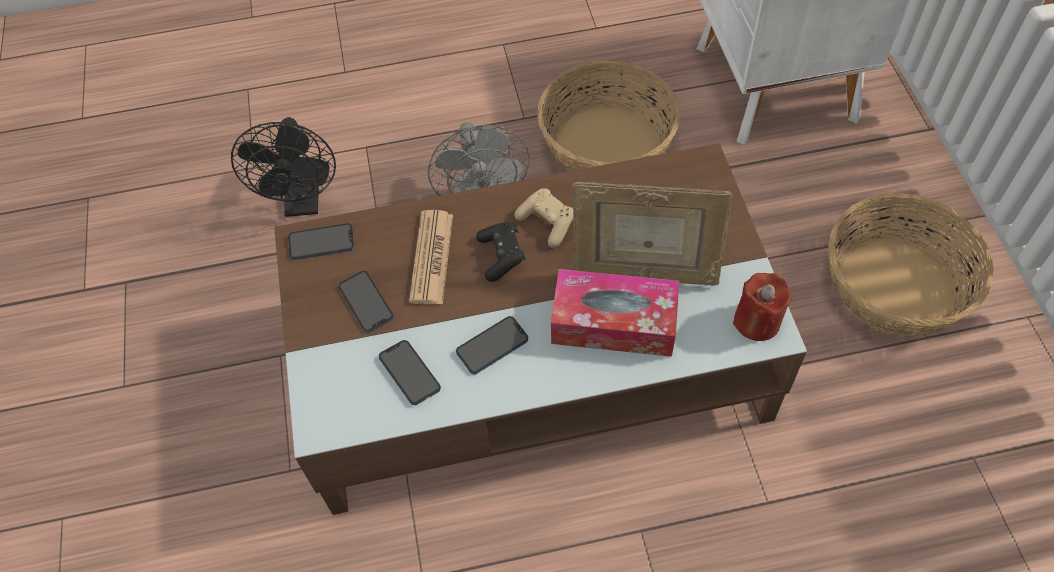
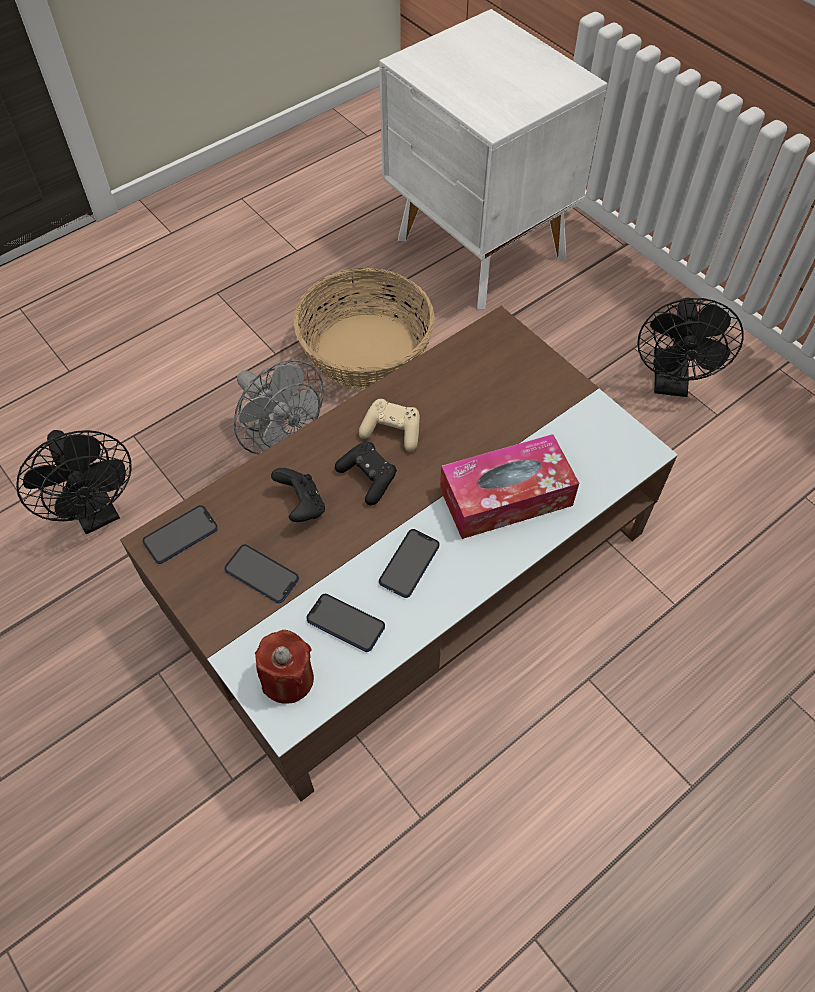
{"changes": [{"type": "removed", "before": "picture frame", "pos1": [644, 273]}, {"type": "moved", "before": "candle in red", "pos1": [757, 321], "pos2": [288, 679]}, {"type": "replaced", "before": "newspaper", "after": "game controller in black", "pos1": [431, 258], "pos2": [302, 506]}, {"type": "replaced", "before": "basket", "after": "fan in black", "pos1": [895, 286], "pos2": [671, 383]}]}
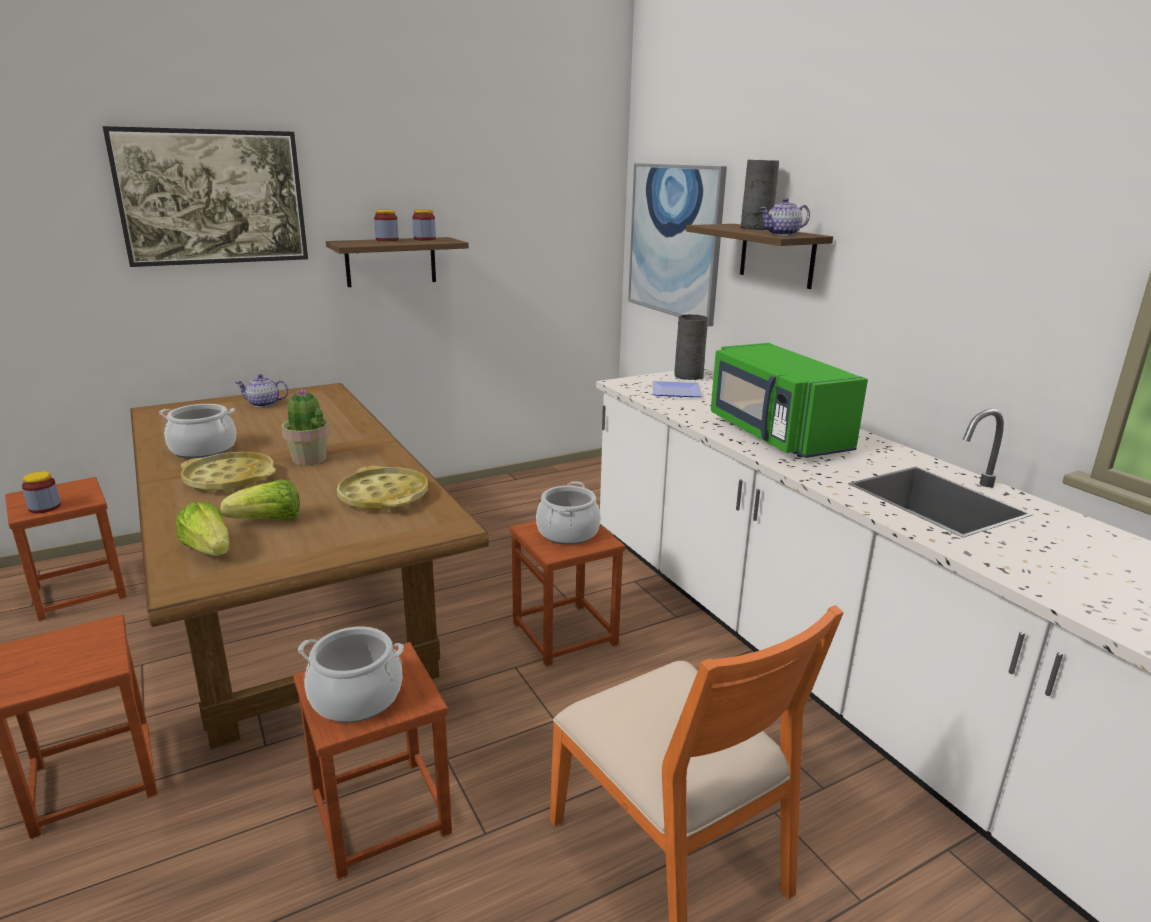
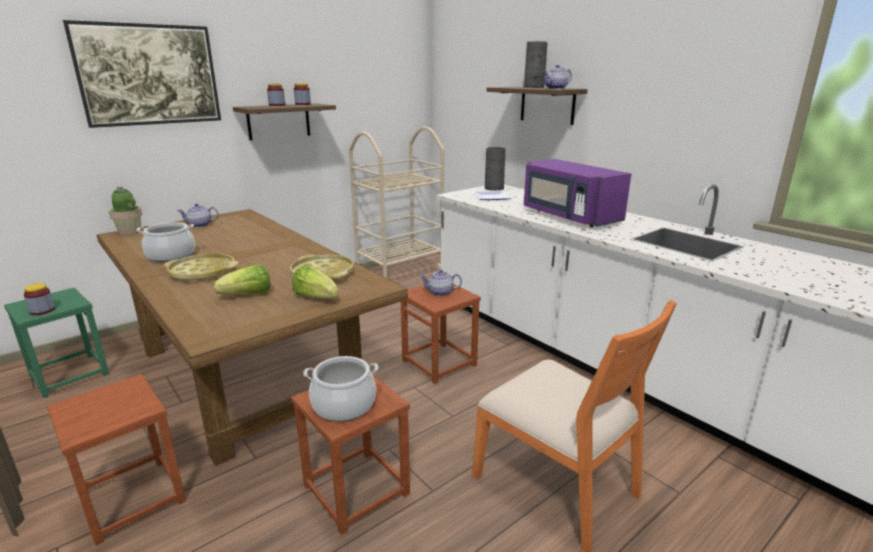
{"changes": [{"type": "removed", "before": "picture", "pos1": [674, 241]}, {"type": "added", "after": "cart in beige", "pos2": [400, 272]}, {"type": "moved", "before": "lettuce", "pos1": [209, 550], "pos2": [316, 297]}, {"type": "moved", "before": "potted plant", "pos1": [309, 459], "pos2": [130, 231]}, {"type": "replaced", "before": "cooking pot", "after": "teapot", "pos1": [568, 533], "pos2": [440, 292]}, {"type": "recoloured", "before": "stool in brown", "after": "stool in green", "pos1": [78, 592], "pos2": [68, 375]}, {"type": "recoloured", "before": "microwave in green", "after": "microwave in purple", "pos1": [775, 435], "pos2": [569, 216]}]}
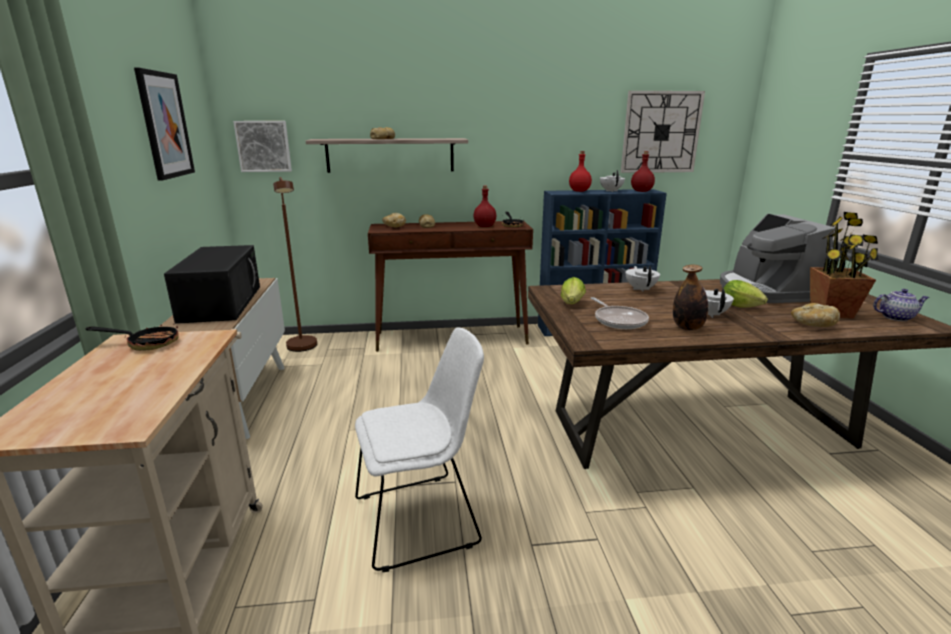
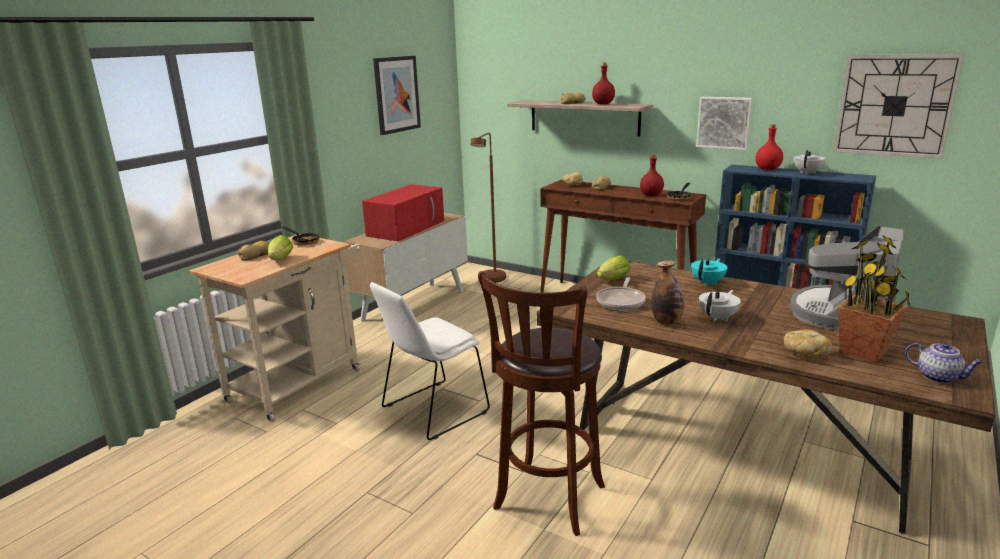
{"changes": [{"type": "added", "after": "bread", "pos2": [256, 255]}, {"type": "added", "after": "stool in brown", "pos2": [547, 501]}, {"type": "moved", "before": "picture", "pos1": [264, 146], "pos2": [724, 122]}, {"type": "moved", "before": "bottle in red", "pos1": [641, 191], "pos2": [603, 104]}, {"type": "moved", "before": "lettuce", "pos1": [742, 307], "pos2": [280, 260]}, {"type": "recoloured", "before": "microwave in black", "after": "microwave in red", "pos1": [221, 302], "pos2": [406, 228]}, {"type": "recoloured", "before": "teapot in white", "after": "teapot in turquoise", "pos1": [640, 289], "pos2": [708, 282]}, {"type": "turned", "before": "chair in white", "pos1": [421, 519], "pos2": [432, 411], "turn": 120}]}
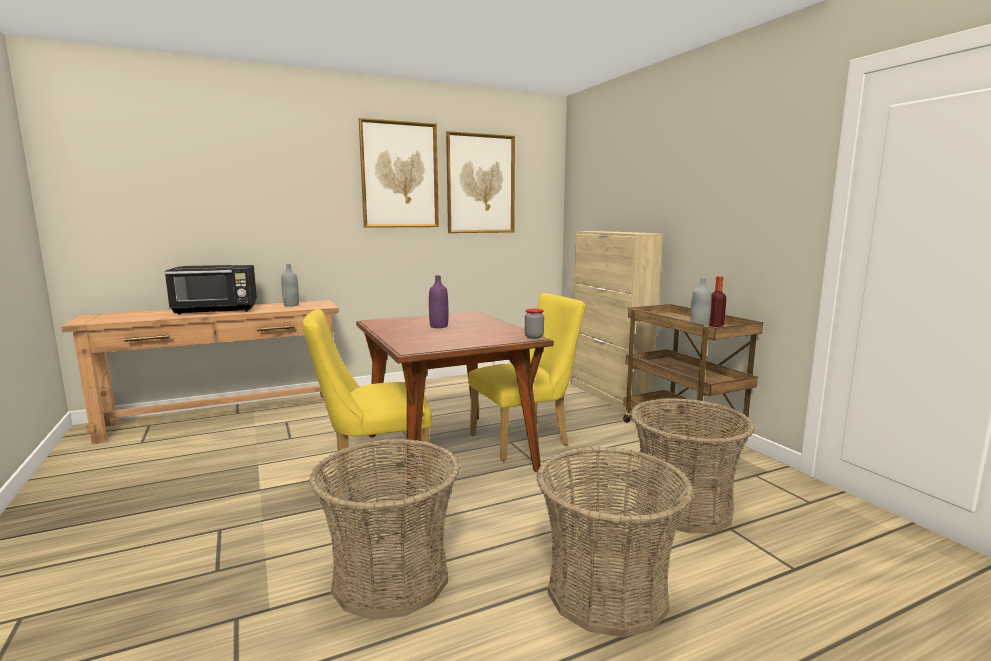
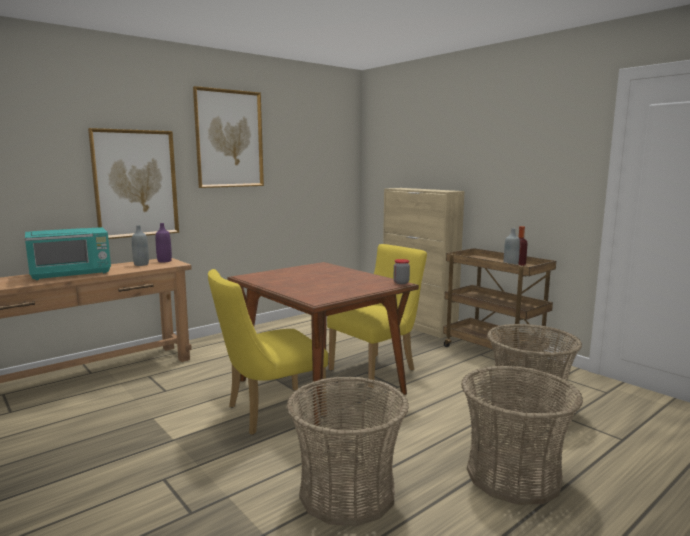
{"changes": [{"type": "moved", "before": "bottle in purple", "pos1": [439, 326], "pos2": [164, 261]}, {"type": "moved", "before": "picture", "pos1": [480, 184], "pos2": [135, 183]}, {"type": "recoloured", "before": "microwave in black", "after": "microwave in turquoise", "pos1": [217, 310], "pos2": [72, 274]}]}
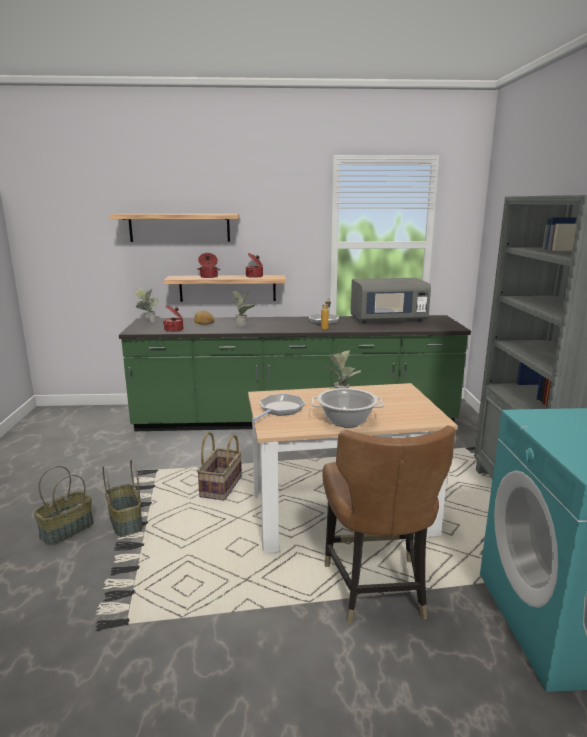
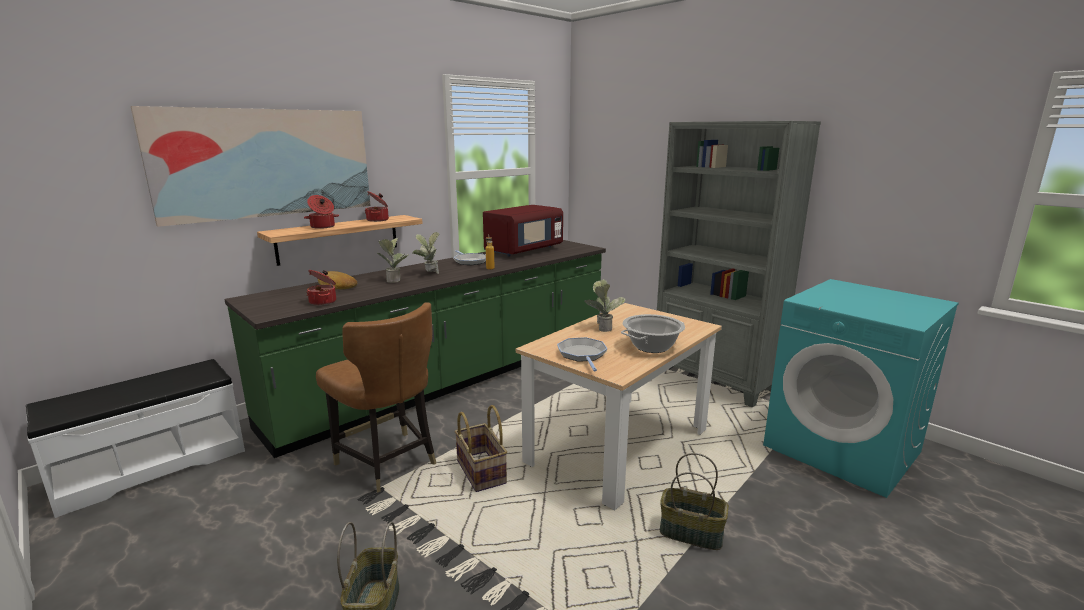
{"changes": [{"type": "added", "after": "bench in white", "pos2": [152, 466]}, {"type": "moved", "before": "basket", "pos1": [126, 522], "pos2": [692, 533]}, {"type": "moved", "before": "potted plant", "pos1": [148, 321], "pos2": [429, 274]}, {"type": "moved", "before": "chair in brown", "pos1": [376, 589], "pos2": [388, 462]}, {"type": "replaced", "before": "shelf", "after": "picture", "pos1": [179, 227], "pos2": [267, 163]}, {"type": "recoloured", "before": "microwave in grey", "after": "microwave in red", "pos1": [388, 320], "pos2": [523, 250]}]}
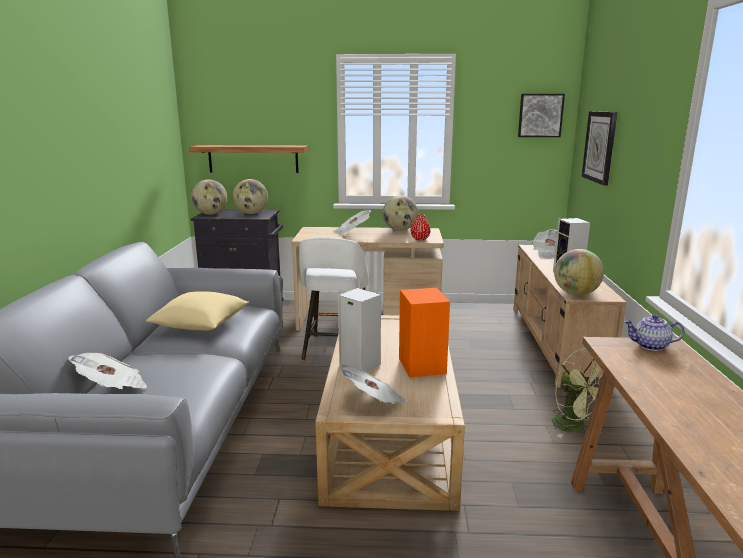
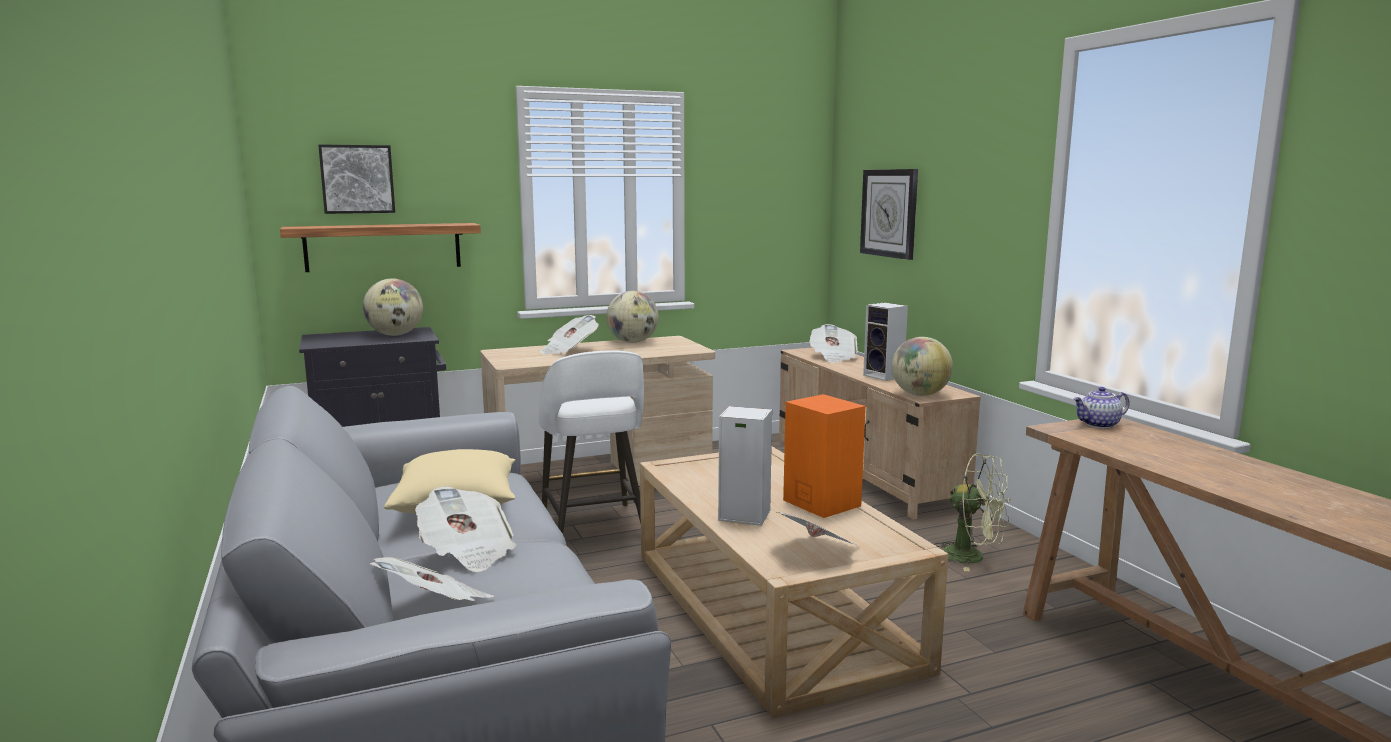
{"changes": [{"type": "removed", "before": "globe", "pos1": [210, 214]}, {"type": "removed", "before": "vase in red", "pos1": [420, 239]}, {"type": "added", "after": "newspaper", "pos2": [467, 552]}, {"type": "moved", "before": "picture", "pos1": [540, 115], "pos2": [357, 179]}]}
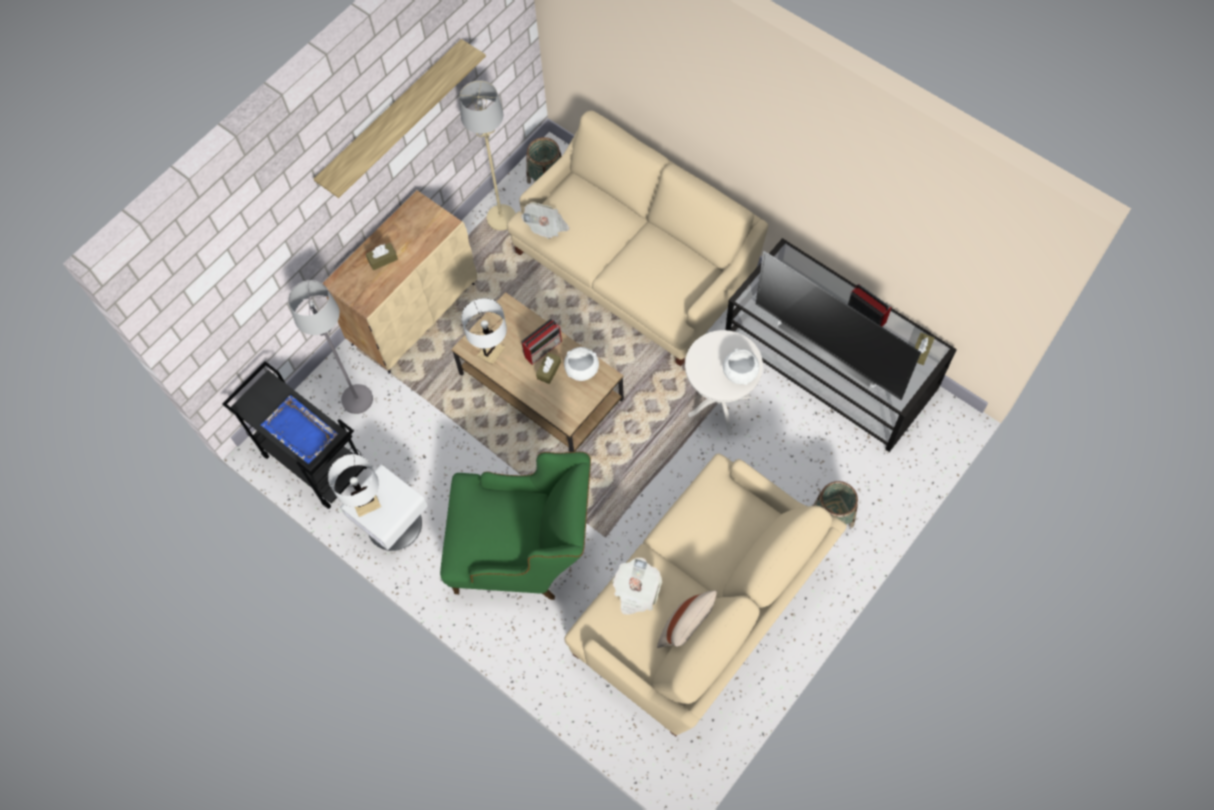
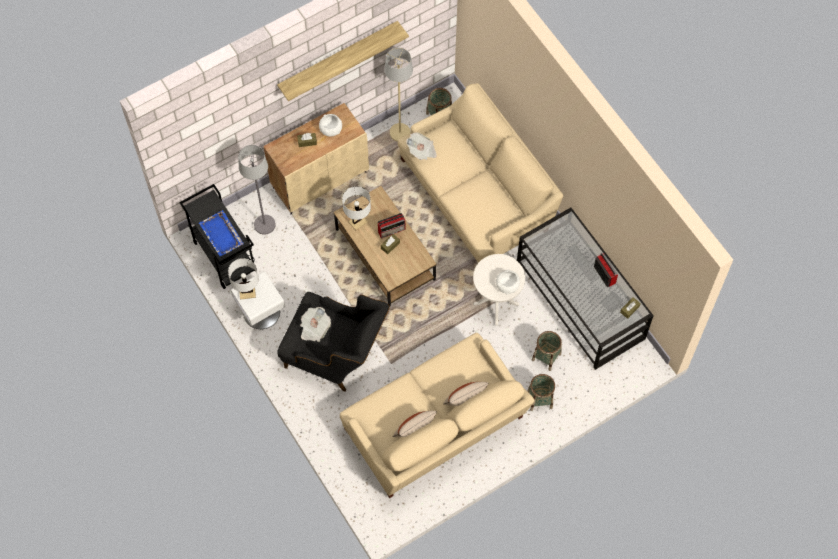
{"changes": [{"type": "removed", "before": "television", "pos1": [831, 347]}, {"type": "added", "after": "pillow in beige", "pos2": [464, 401]}, {"type": "added", "after": "basket", "pos2": [546, 357]}, {"type": "moved", "before": "bowl in white", "pos1": [582, 369], "pos2": [331, 129]}, {"type": "moved", "before": "newspaper", "pos1": [636, 591], "pos2": [314, 328]}, {"type": "recoloured", "before": "armchair in green", "after": "armchair in black", "pos1": [523, 553], "pos2": [336, 356]}]}
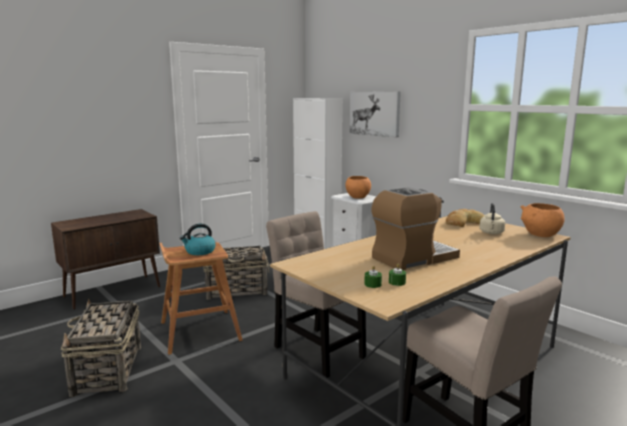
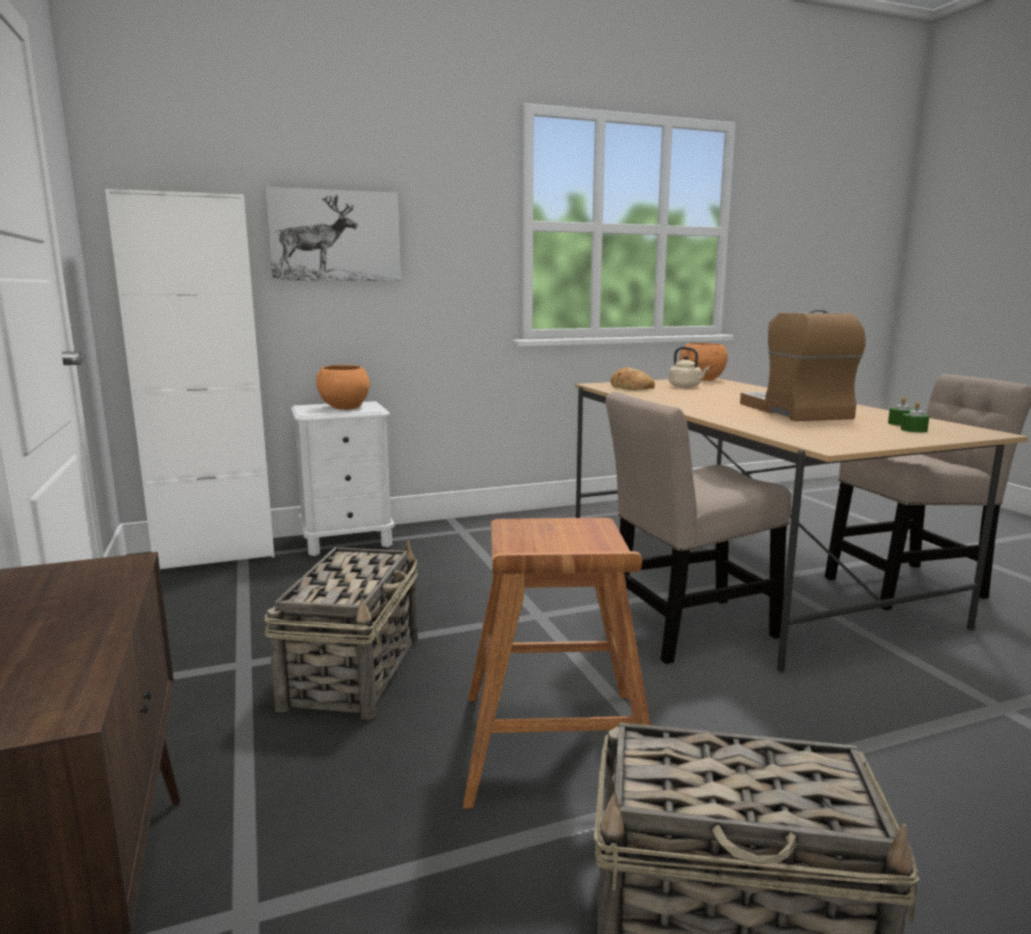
{"changes": [{"type": "removed", "before": "kettle", "pos1": [199, 251]}]}
